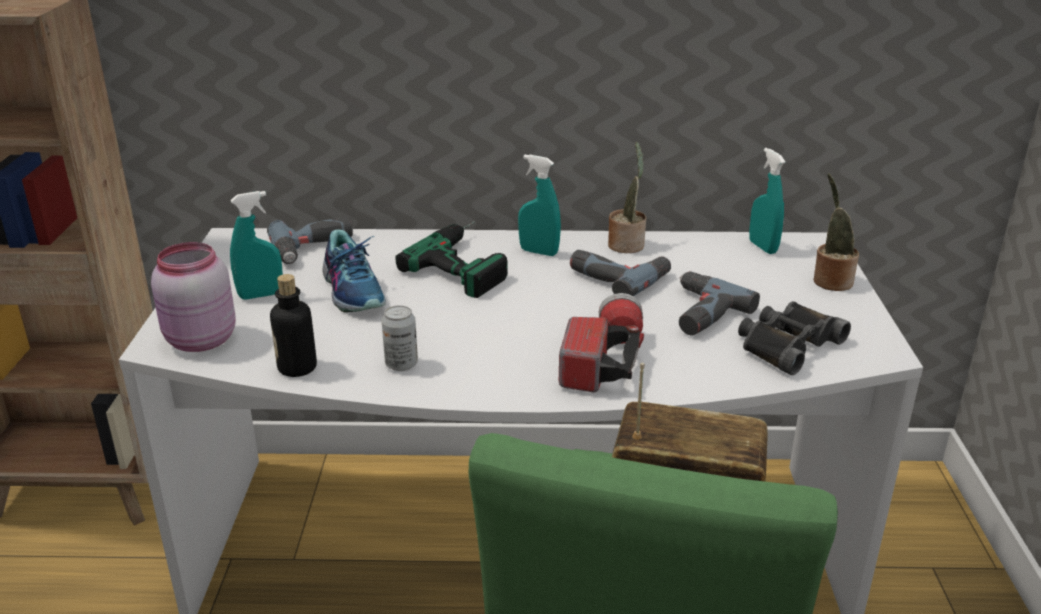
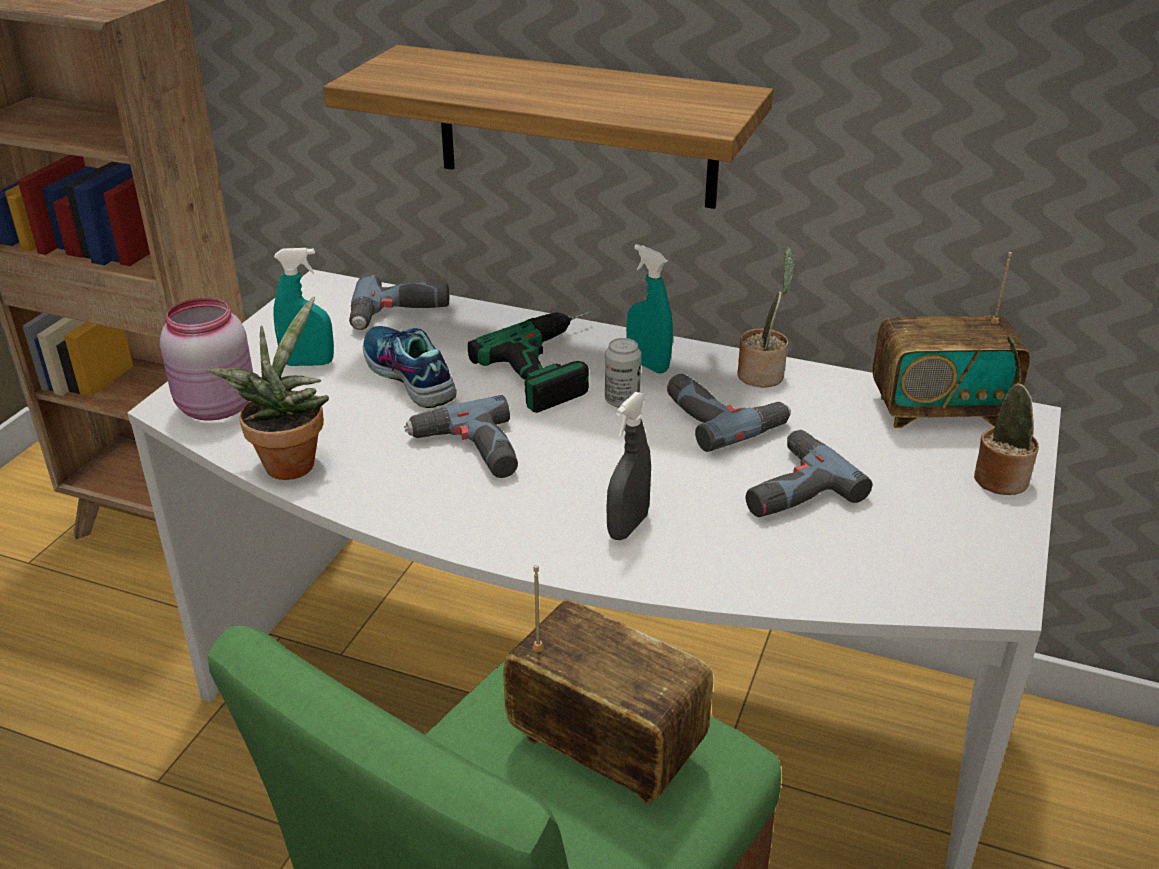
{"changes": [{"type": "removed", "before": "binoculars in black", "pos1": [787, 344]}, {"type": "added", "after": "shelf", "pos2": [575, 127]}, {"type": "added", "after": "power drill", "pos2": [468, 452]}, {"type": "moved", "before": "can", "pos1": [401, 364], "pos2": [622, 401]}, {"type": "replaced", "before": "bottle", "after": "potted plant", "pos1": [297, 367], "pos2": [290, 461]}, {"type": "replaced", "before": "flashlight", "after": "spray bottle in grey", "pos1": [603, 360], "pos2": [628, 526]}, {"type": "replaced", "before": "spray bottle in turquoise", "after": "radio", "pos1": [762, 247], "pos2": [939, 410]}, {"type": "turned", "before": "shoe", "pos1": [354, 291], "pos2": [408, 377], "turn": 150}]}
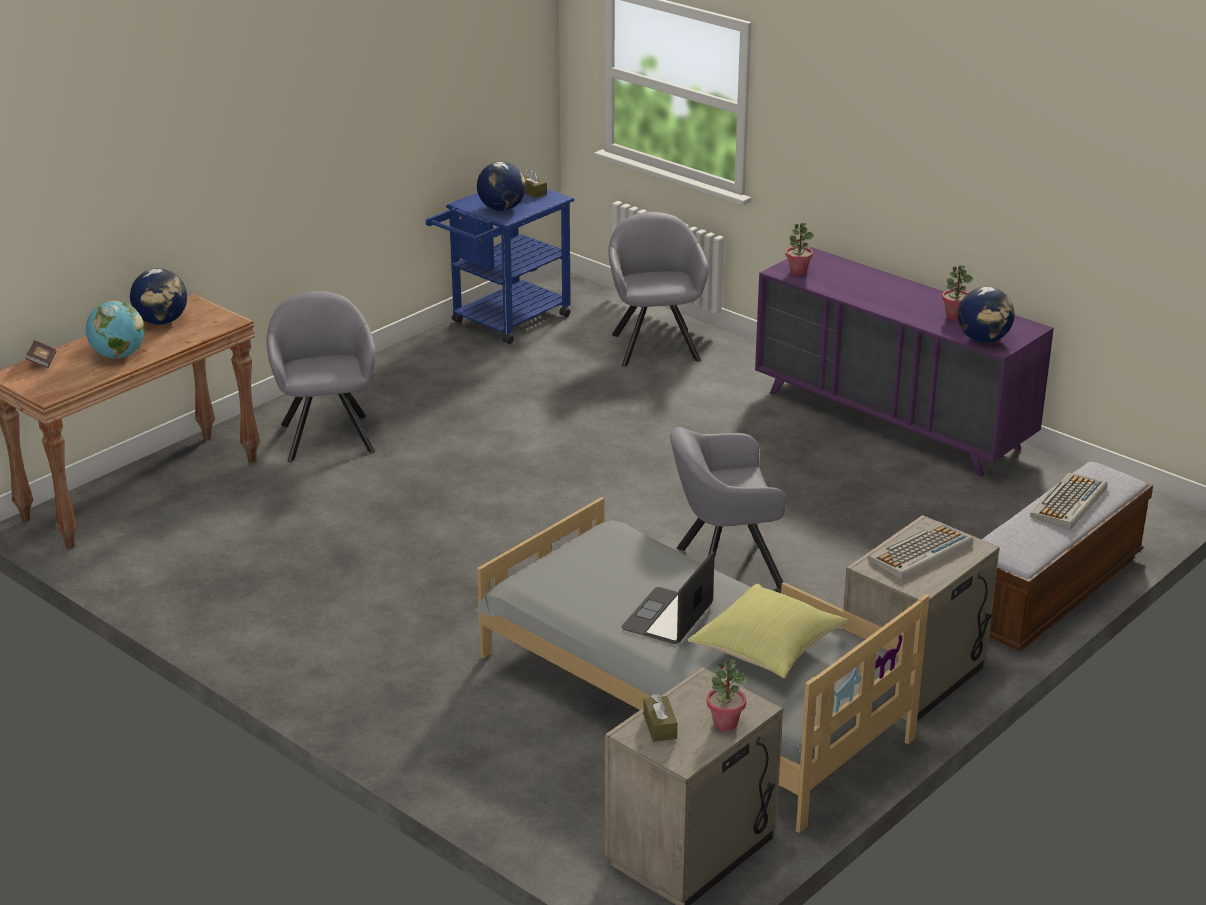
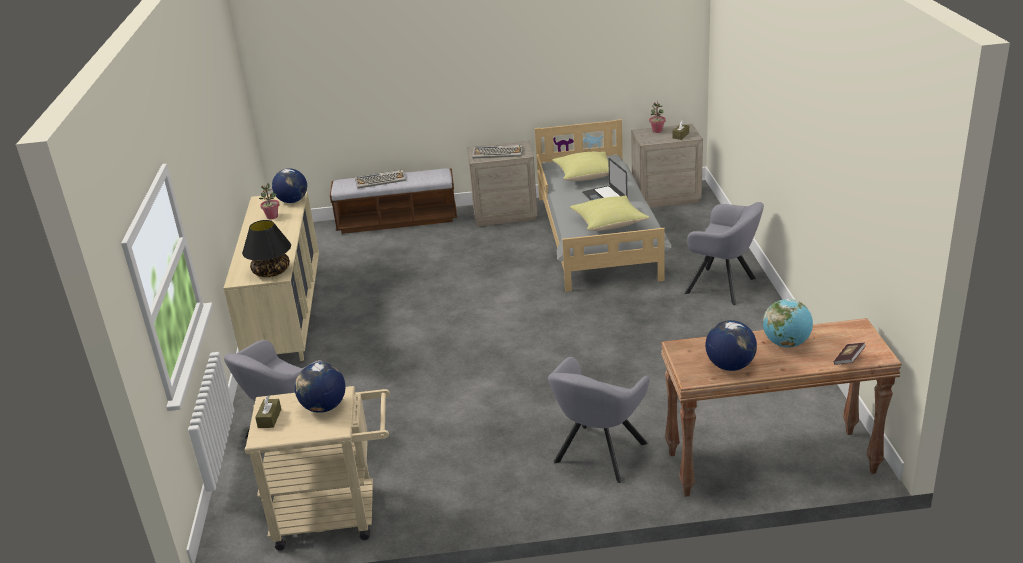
{"changes": [{"type": "added", "after": "pillow in yellow", "pos2": [609, 224]}, {"type": "moved", "before": "armchair in grey", "pos1": [722, 568], "pos2": [724, 287]}, {"type": "replaced", "before": "potted plant", "after": "table lamp in black", "pos1": [798, 271], "pos2": [271, 272]}, {"type": "recoloured", "before": "cart in blue", "after": "cart in beige", "pos1": [504, 322], "pos2": [336, 516]}, {"type": "recoloured", "before": "dresser in purple", "after": "dresser in beige", "pos1": [892, 421], "pos2": [286, 315]}, {"type": "turned", "before": "laptop", "pos1": [668, 617], "pos2": [604, 196], "turn": 90}]}
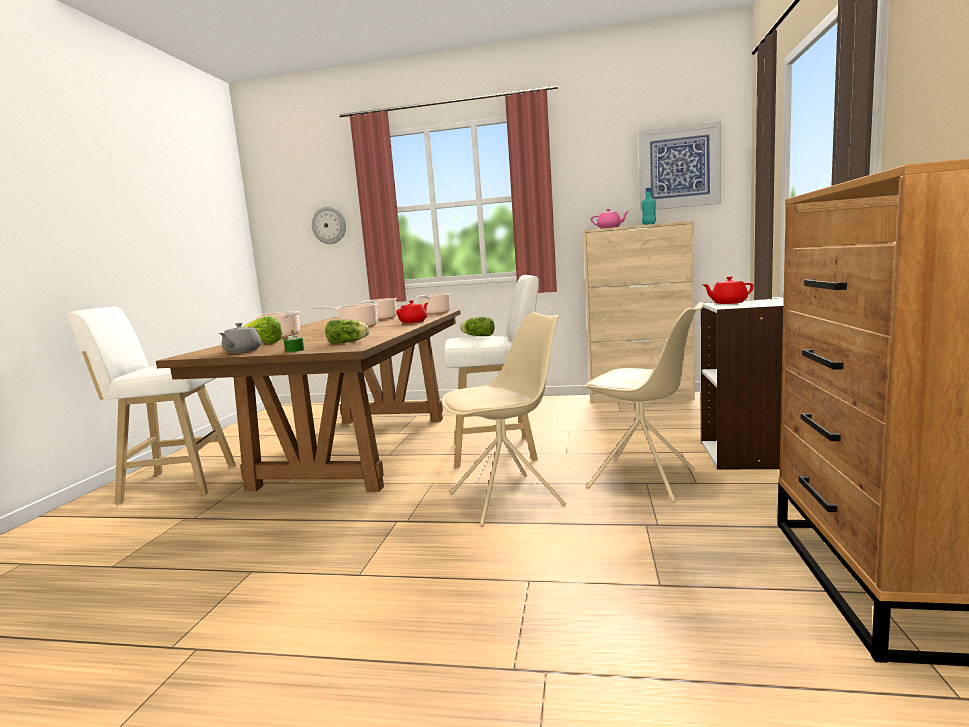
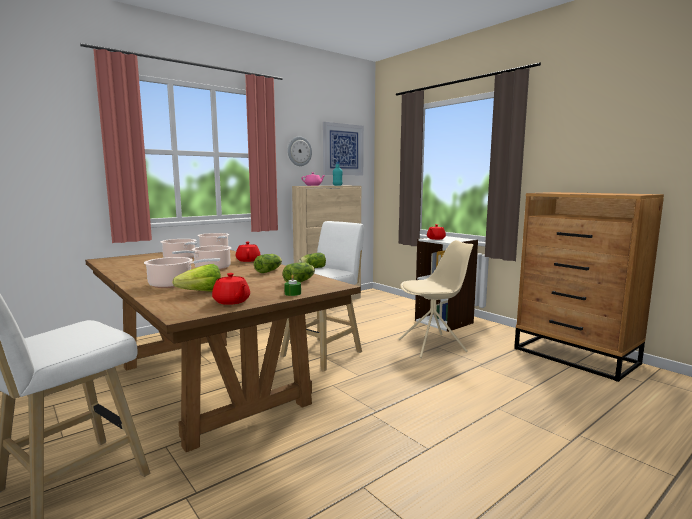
{"changes": [{"type": "removed", "before": "chair in beige", "pos1": [508, 499]}, {"type": "added", "after": "lettuce", "pos2": [269, 271]}, {"type": "moved", "before": "wall clock", "pos1": [329, 225], "pos2": [299, 151]}, {"type": "recoloured", "before": "teapot in grey", "after": "teapot in red", "pos1": [242, 351], "pos2": [232, 301]}]}
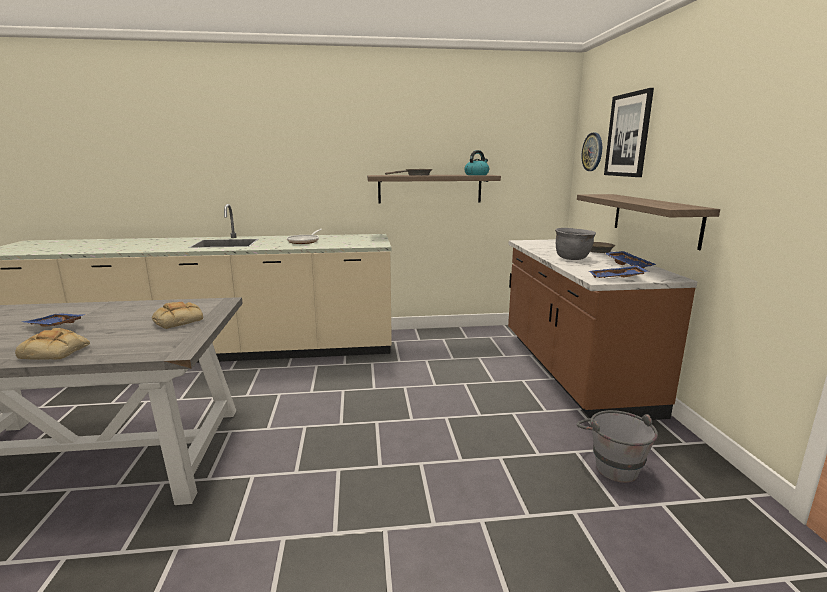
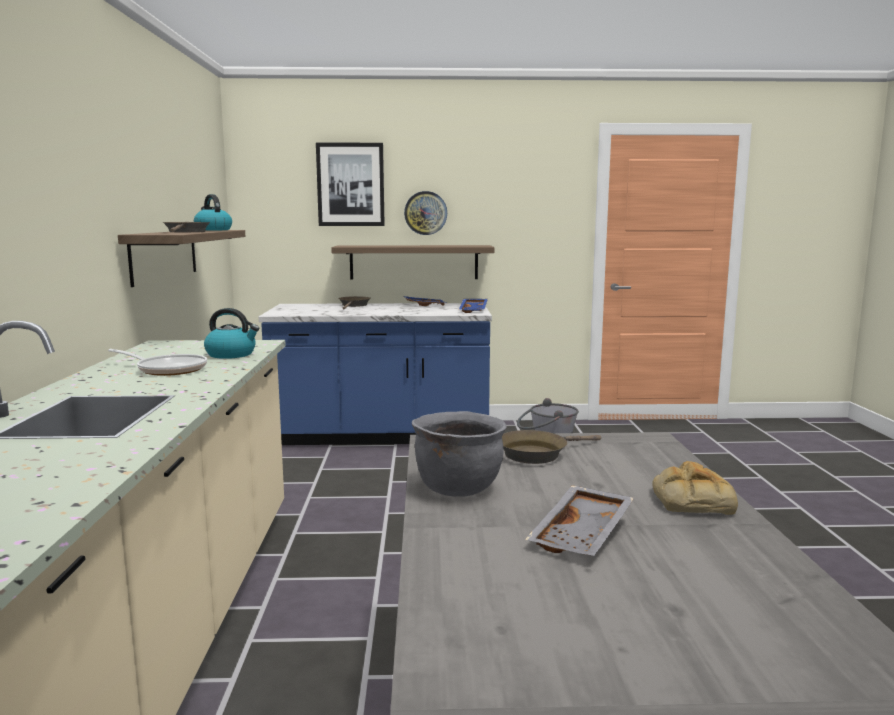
{"changes": [{"type": "added", "after": "kettle", "pos2": [232, 354]}, {"type": "moved", "before": "cooking pot in grey", "pos1": [572, 258], "pos2": [458, 488]}, {"type": "moved", "before": "wall clock", "pos1": [592, 152], "pos2": [425, 213]}, {"type": "replaced", "before": "bread", "after": "frying pan in brown", "pos1": [178, 321], "pos2": [537, 453]}, {"type": "recoloured", "before": "tray in blue", "after": "tray in grey", "pos1": [54, 327], "pos2": [583, 535]}, {"type": "recoloured", "before": "counter in brown", "after": "counter in blue", "pos1": [572, 370], "pos2": [381, 435]}]}
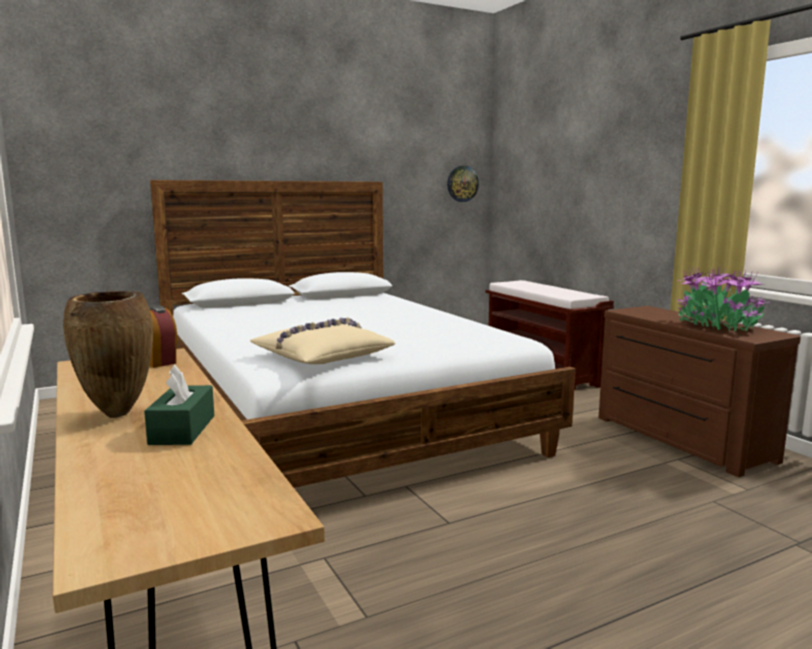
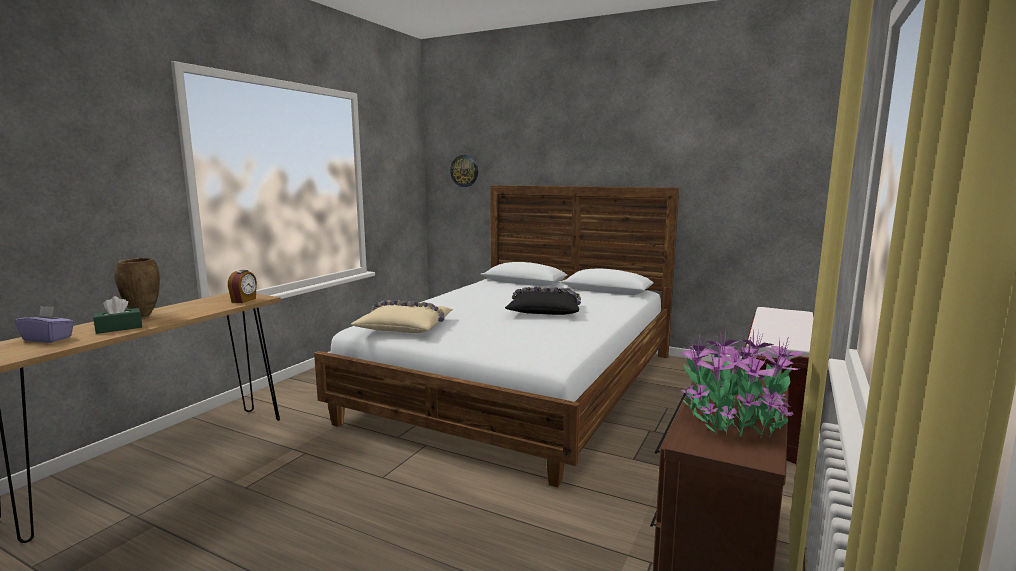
{"changes": [{"type": "added", "after": "tissue box in purple", "pos2": [48, 339]}, {"type": "added", "after": "pillow in black", "pos2": [545, 310]}, {"type": "moved", "before": "wall clock", "pos1": [462, 183], "pos2": [464, 171]}]}
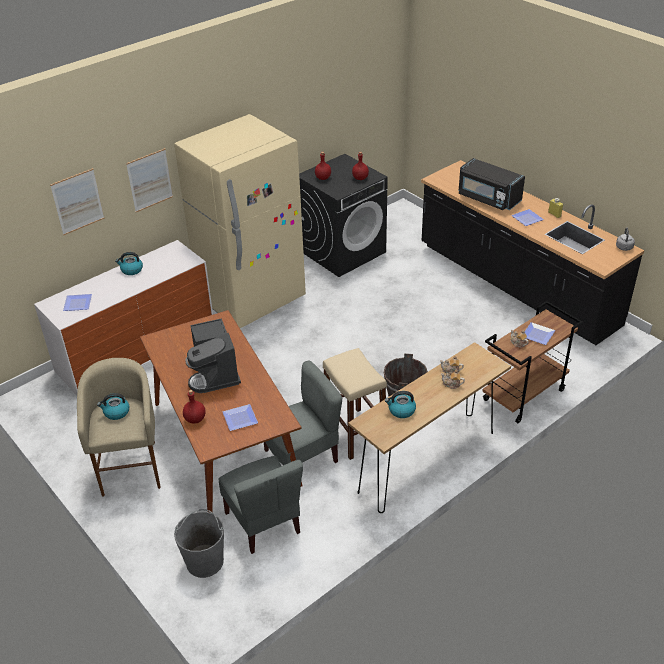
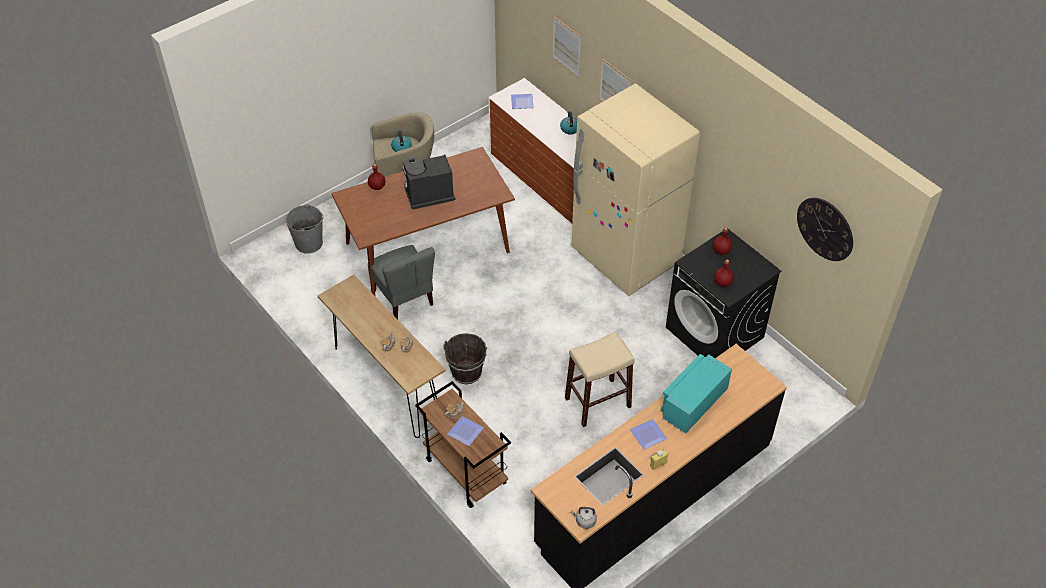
{"changes": [{"type": "removed", "before": "chair in grey", "pos1": [264, 522]}, {"type": "removed", "before": "plate", "pos1": [241, 418]}, {"type": "removed", "before": "kettle", "pos1": [401, 410]}, {"type": "added", "after": "wall clock", "pos2": [825, 229]}, {"type": "moved", "before": "stool in beige", "pos1": [354, 433], "pos2": [597, 402]}, {"type": "recoloured", "before": "microwave in black", "after": "microwave in turquoise", "pos1": [488, 198], "pos2": [693, 403]}]}
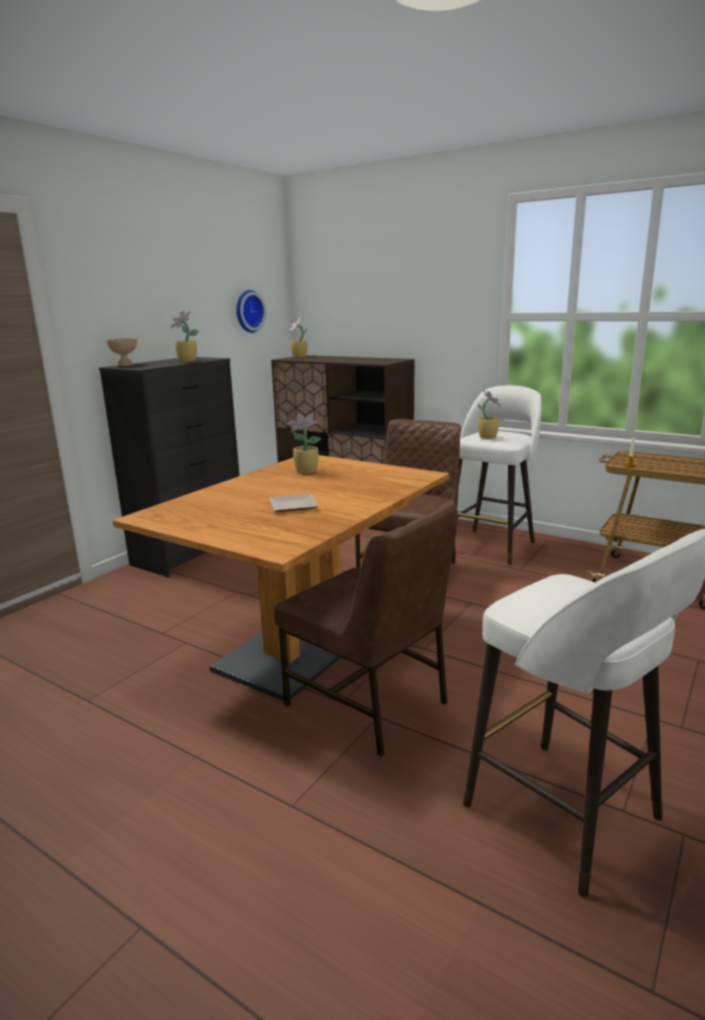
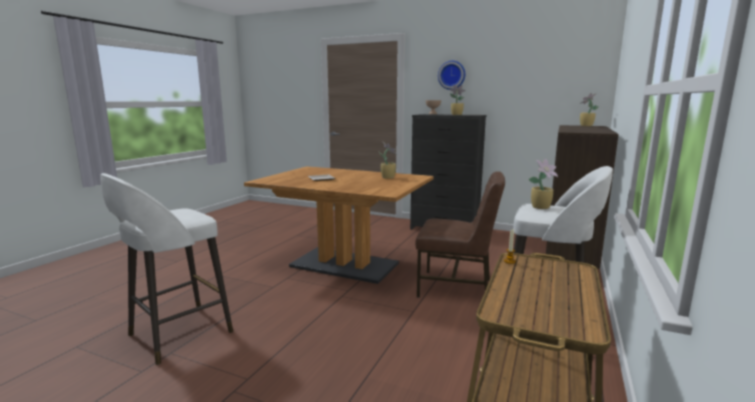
{"changes": [{"type": "removed", "before": "chair in brown", "pos1": [369, 704]}, {"type": "moved", "before": "wall clock", "pos1": [248, 311], "pos2": [452, 75]}]}
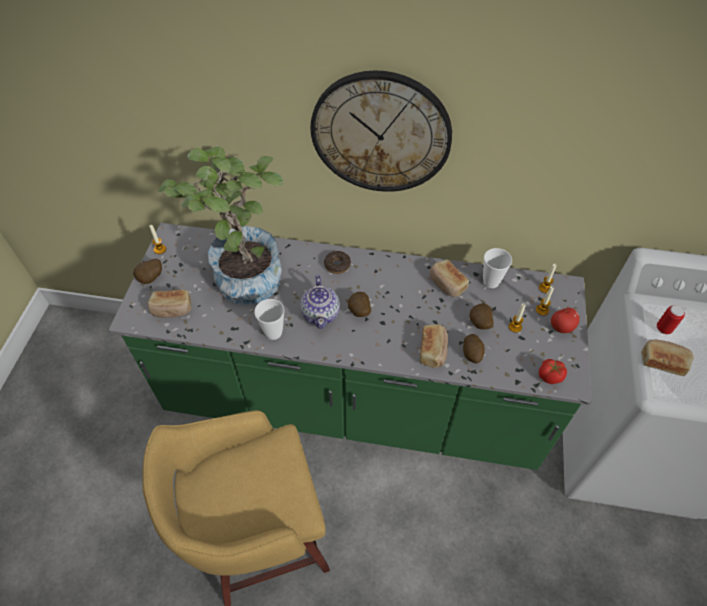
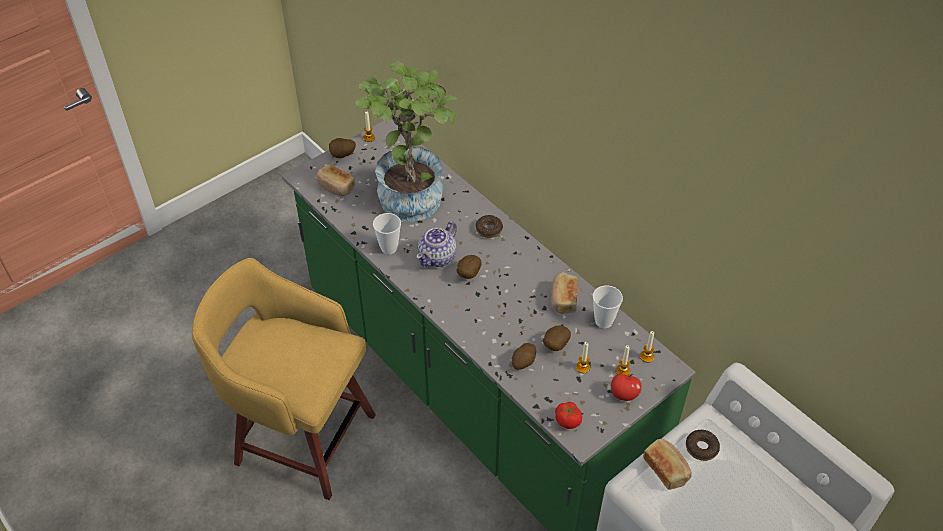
{"changes": [{"type": "removed", "before": "wall clock", "pos1": [381, 133]}, {"type": "removed", "before": "bread", "pos1": [433, 350]}, {"type": "replaced", "before": "can", "after": "donut", "pos1": [663, 328], "pos2": [701, 448]}]}
